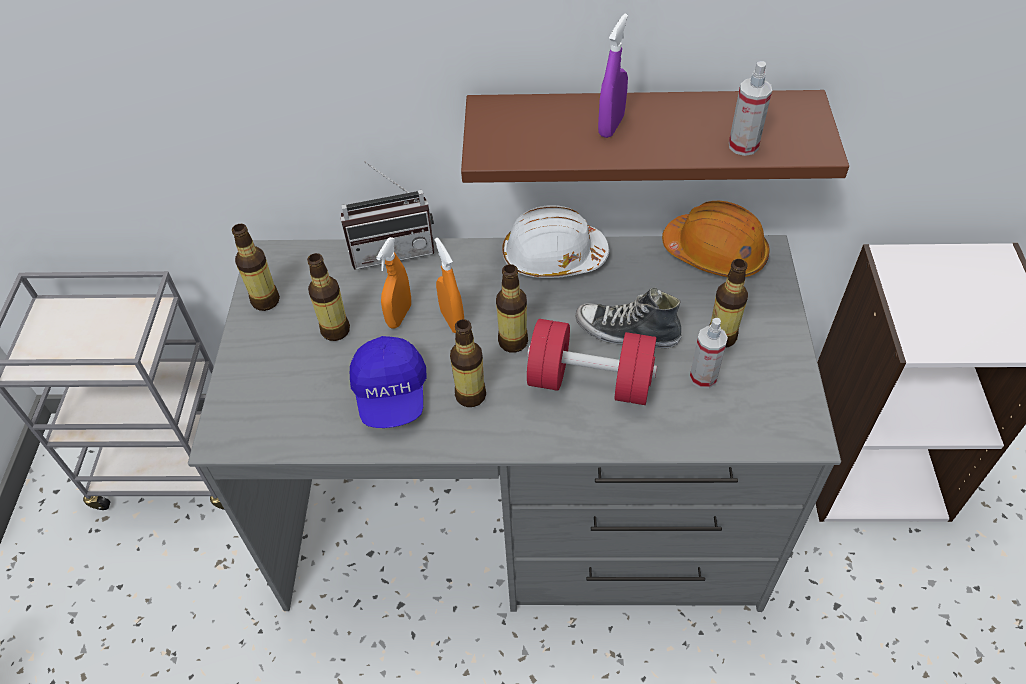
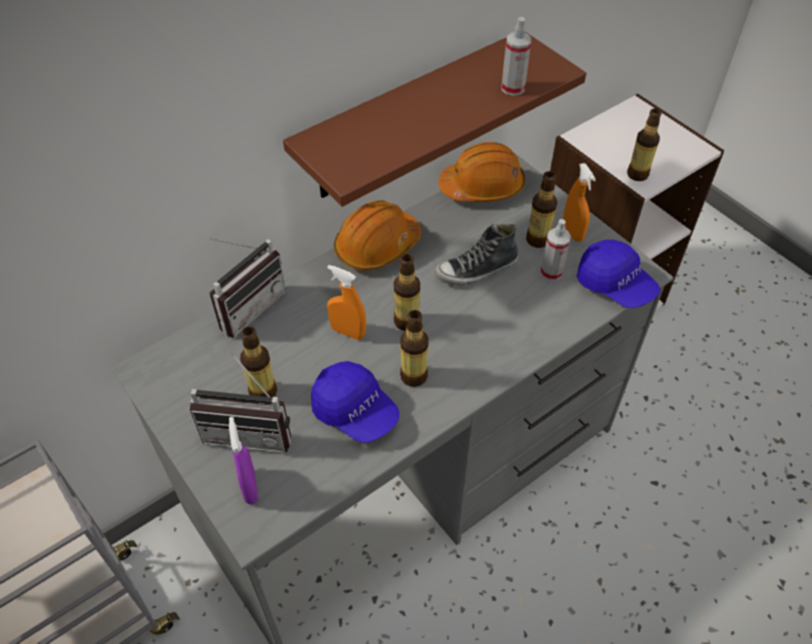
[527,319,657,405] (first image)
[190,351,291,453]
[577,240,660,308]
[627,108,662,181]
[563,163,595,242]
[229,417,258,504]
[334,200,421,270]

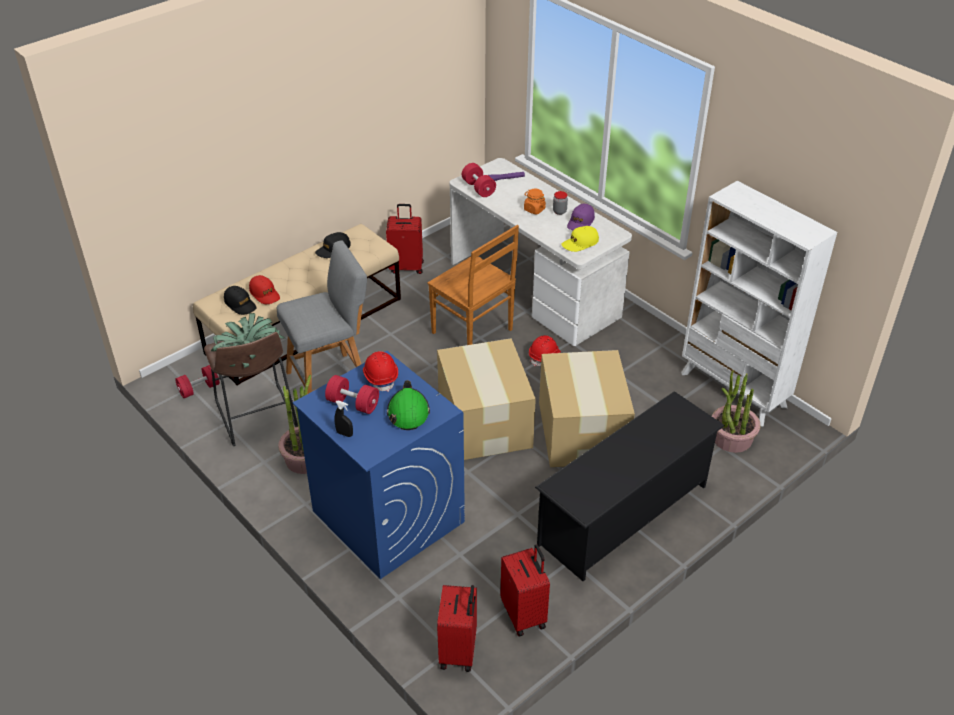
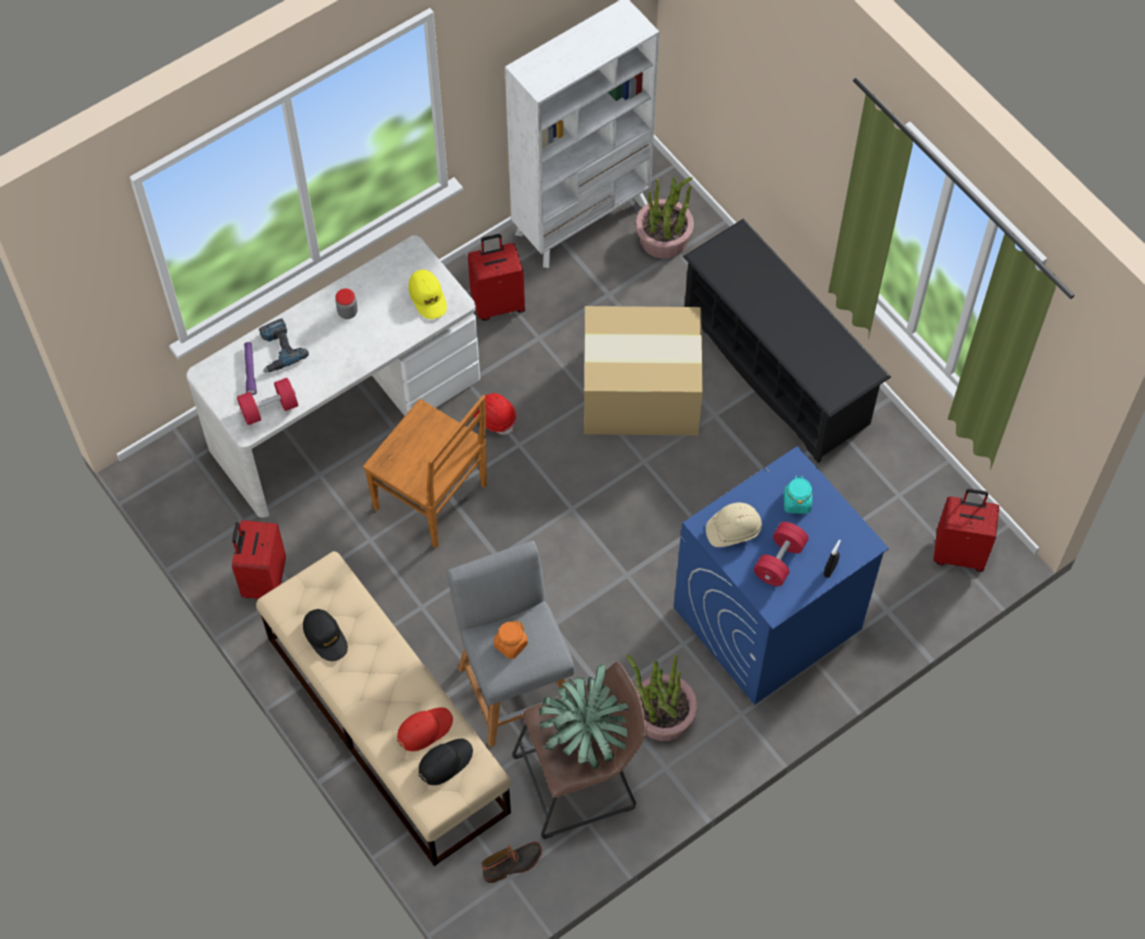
[437,338,536,460] (first image)
[567,204,595,230] (first image)
[259,318,309,373]
[468,234,525,321]
[494,620,528,659]
[481,842,542,883]
[784,476,812,513]
[706,502,762,547]
[363,395,487,548]

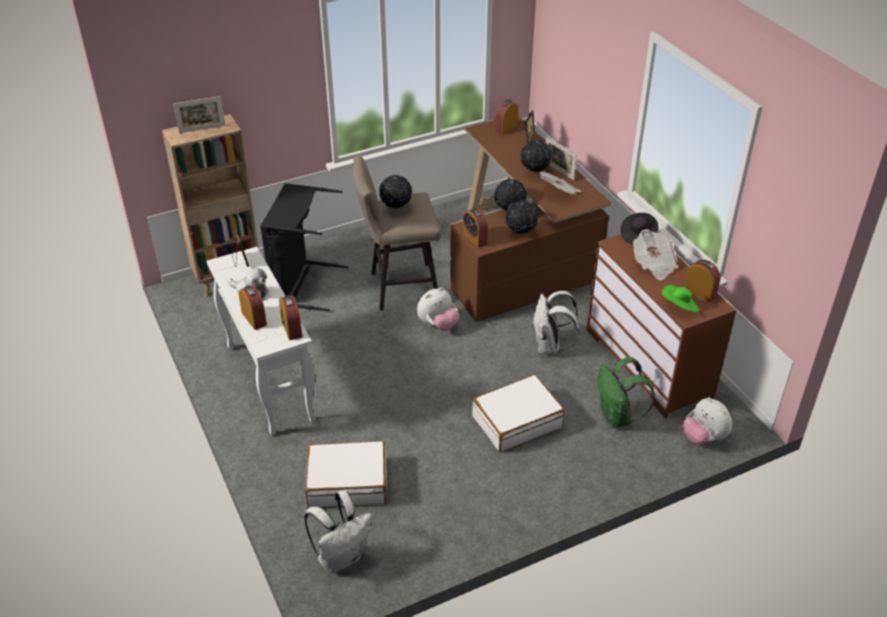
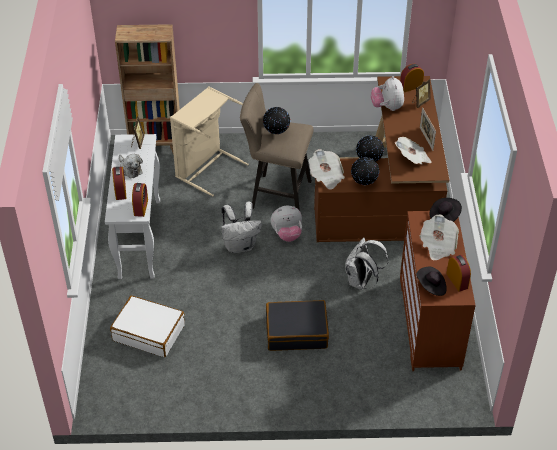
[173,96,226,133] (first image)
[520,138,552,174] (first image)
[597,357,655,428] (first image)
[221,201,262,253]
[371,76,404,111]
[309,149,345,190]
[170,86,249,197]
[266,300,329,351]
[417,267,447,296]

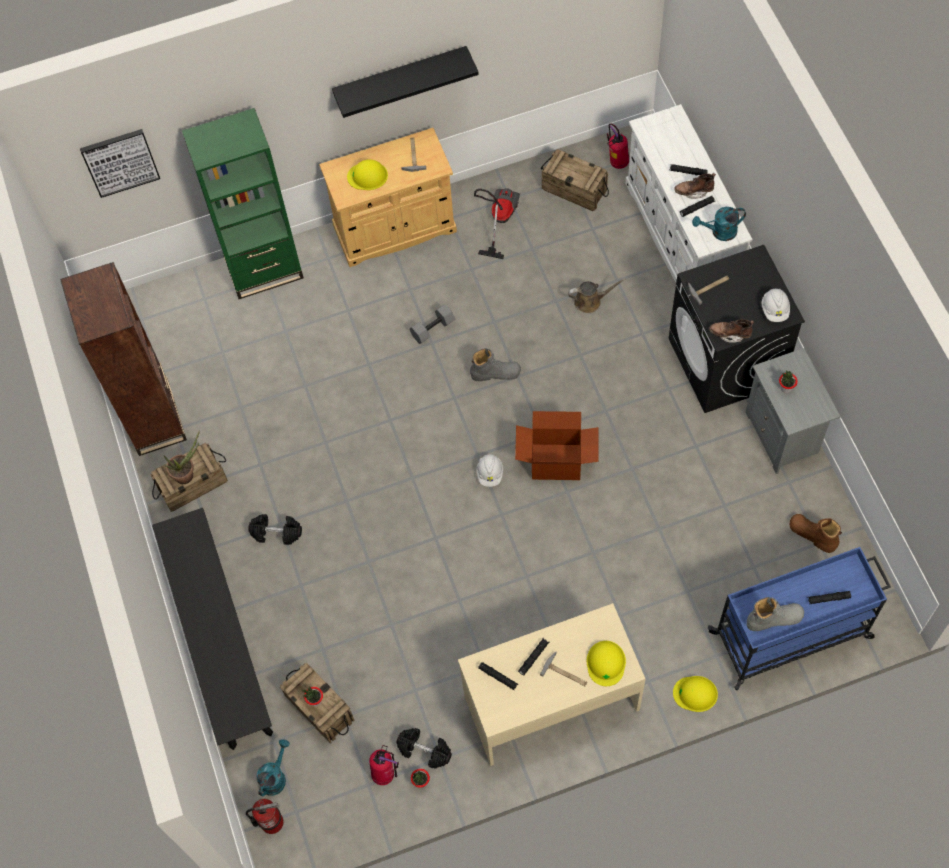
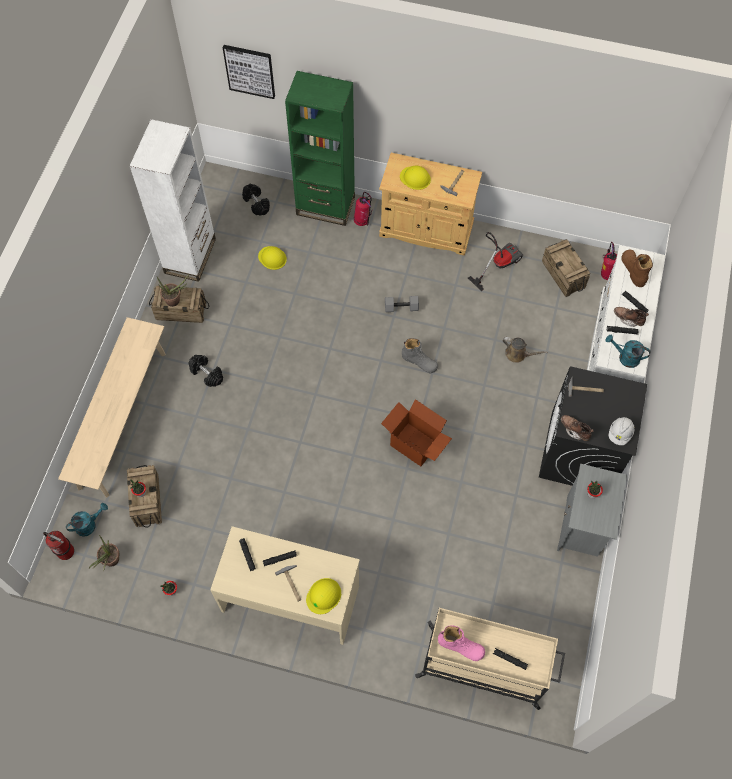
[332,46,479,118] (first image)
[477,454,503,487] (first image)
[89,535,119,572]
[354,192,372,226]
[242,184,270,216]
[258,246,287,270]
[622,249,653,287]
[130,119,216,282]
[58,317,166,498]
[415,608,565,710]
[438,626,485,661]

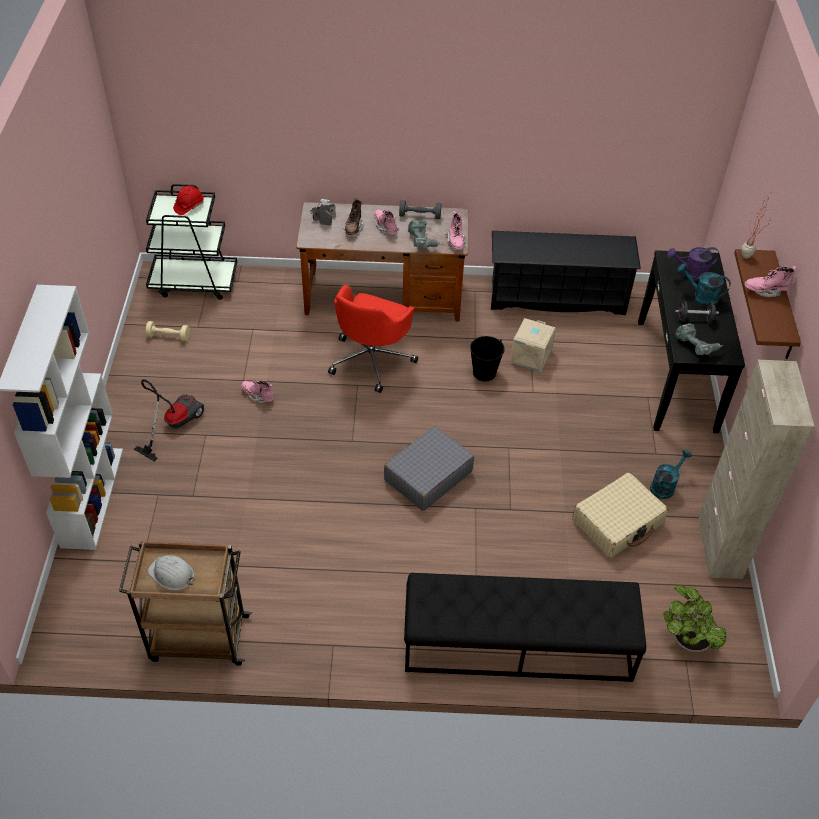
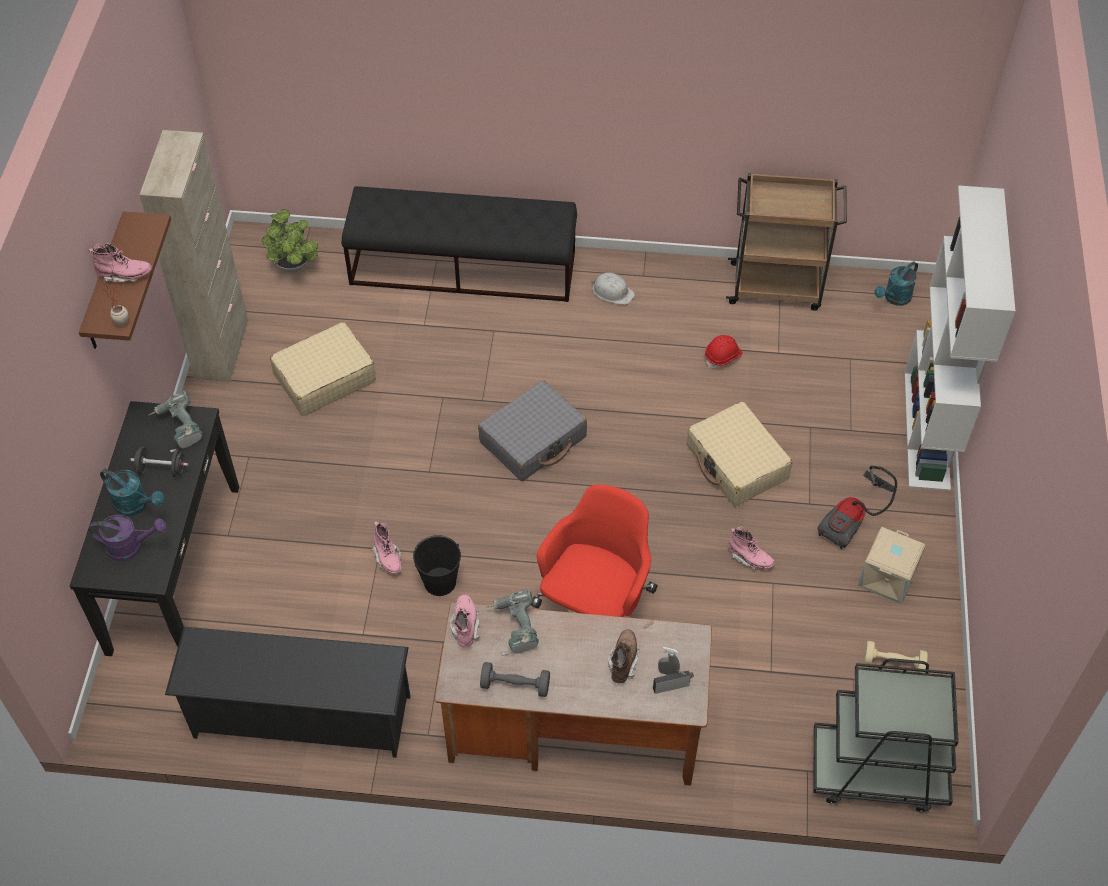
[687,401,793,506]
[591,273,635,305]
[705,335,742,369]
[371,521,402,574]
[858,527,926,604]
[874,262,918,306]

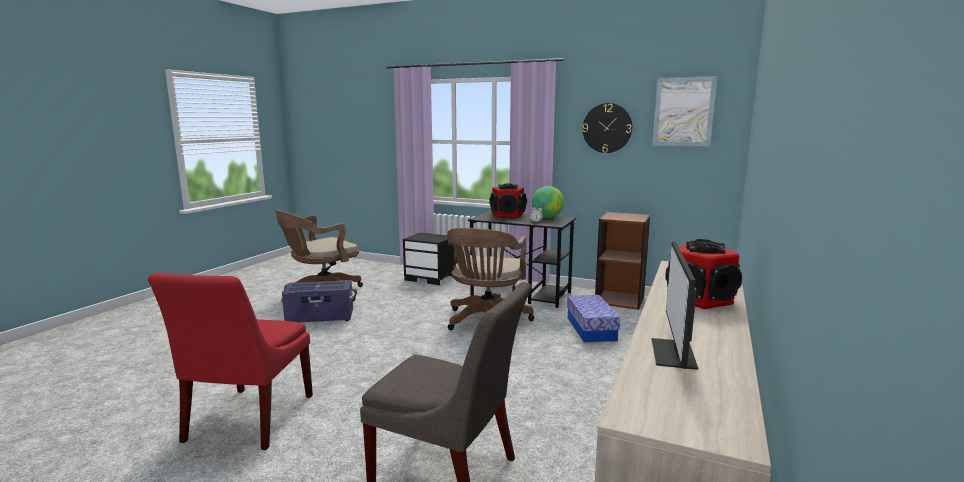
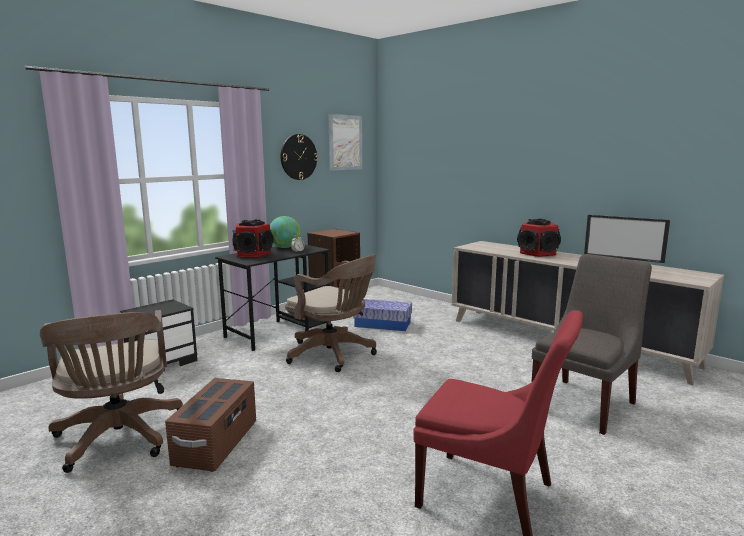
[165,378,256,472]

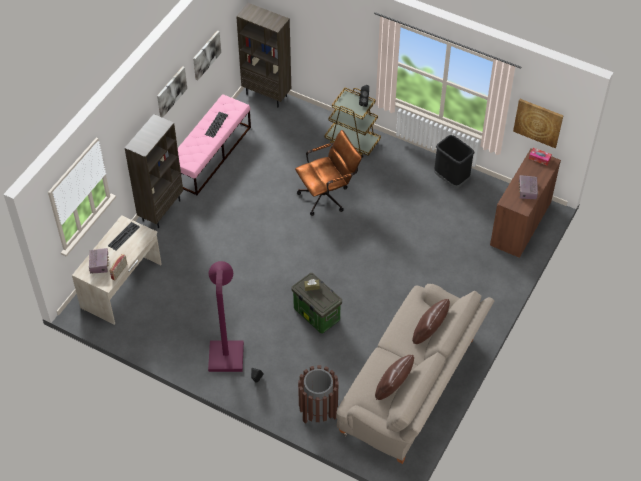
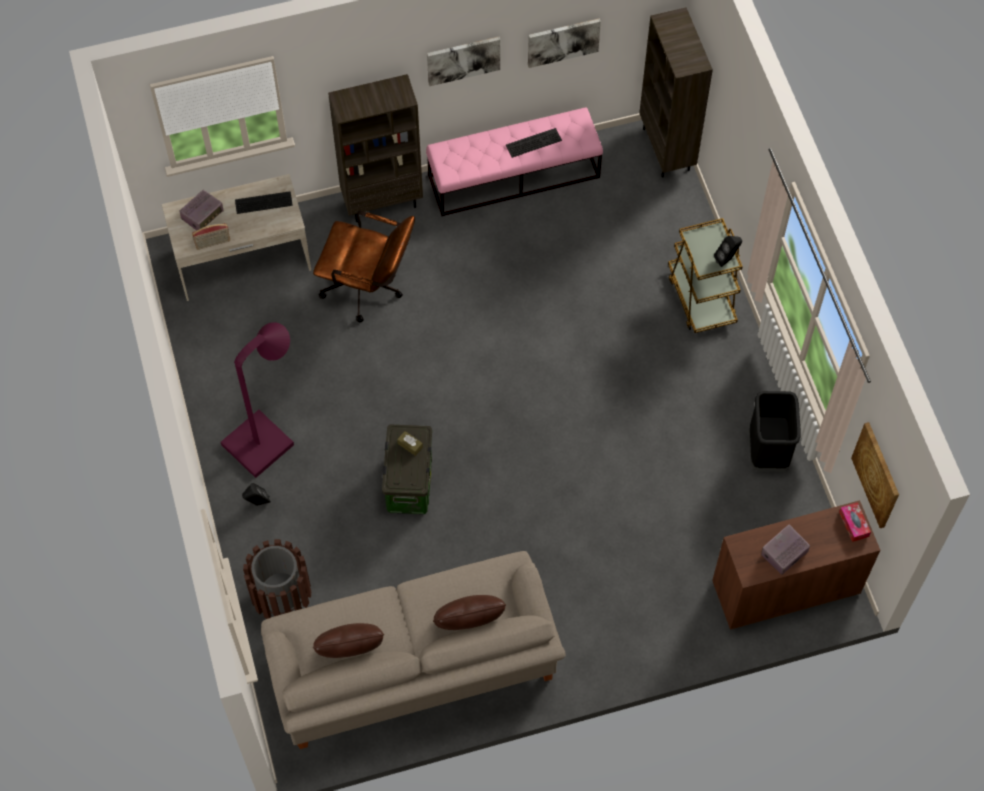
[313,211,415,322]

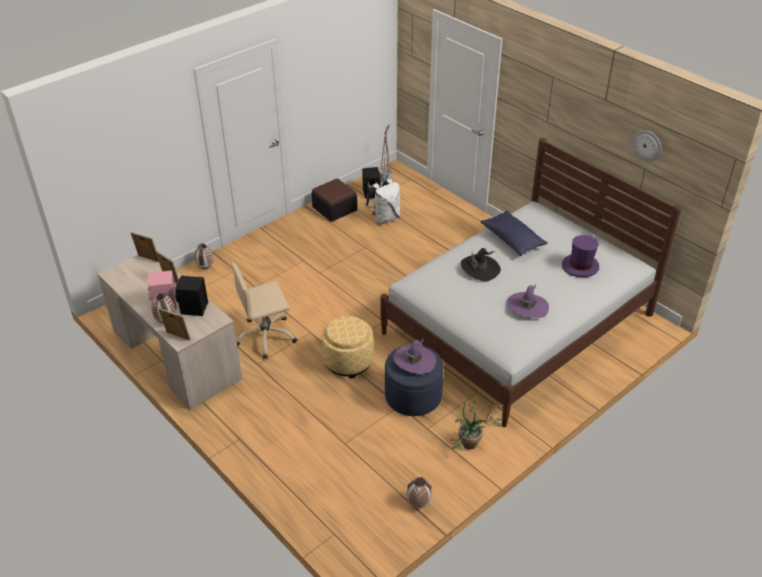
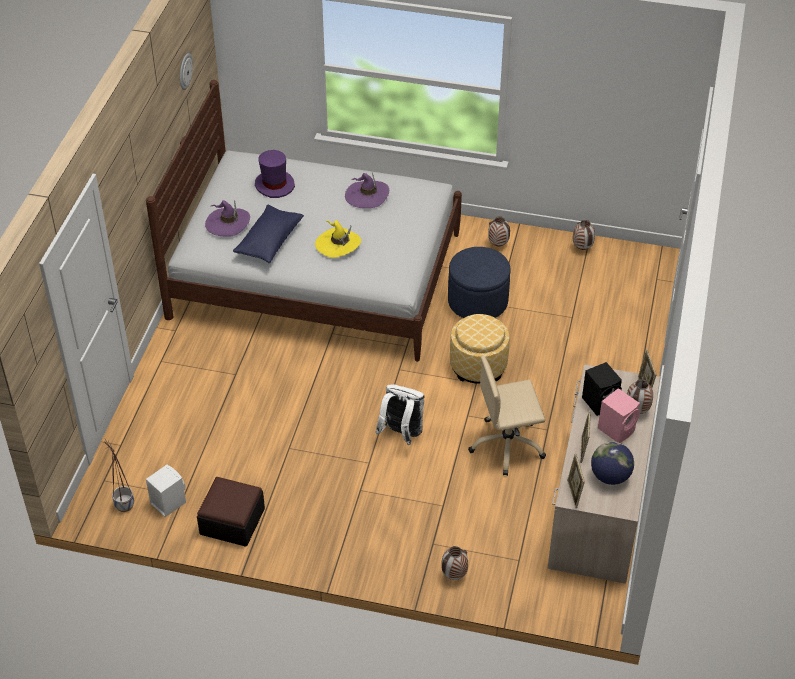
[591,442,634,485]
[375,385,425,445]
[205,200,250,237]
[488,216,510,246]
[146,465,186,517]
[315,220,361,258]
[468,356,546,476]

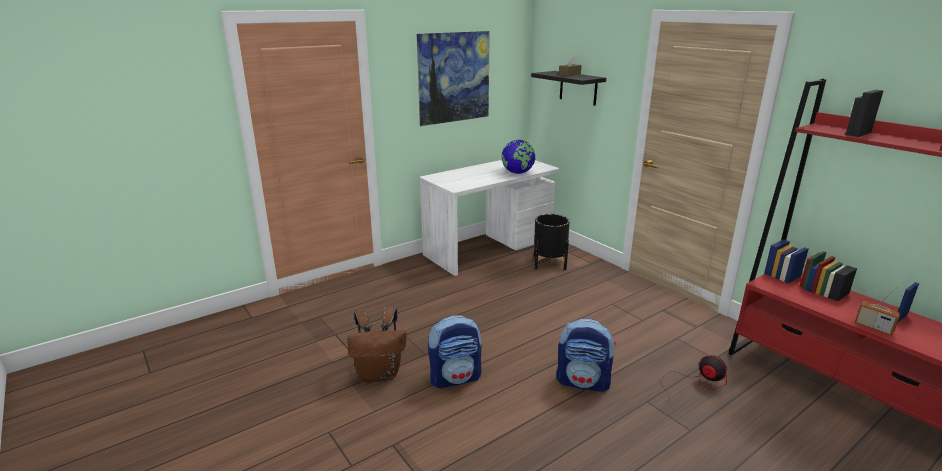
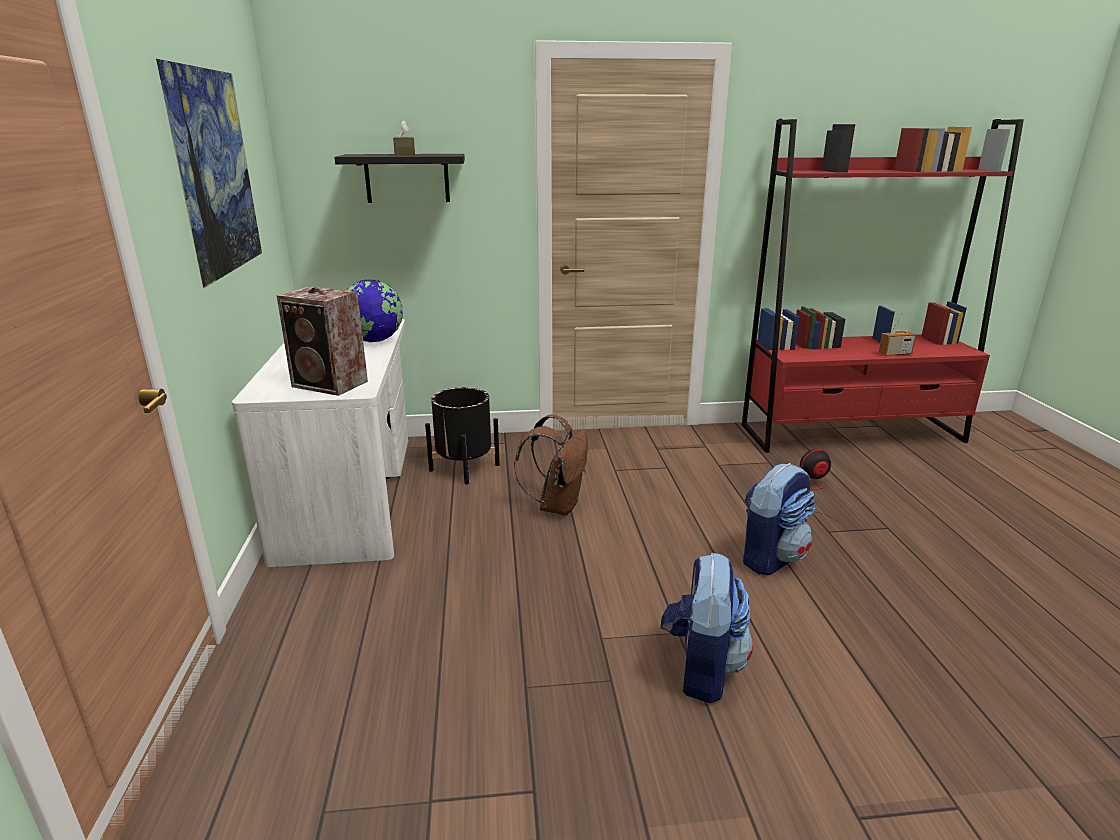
[277,286,368,396]
[514,414,588,516]

